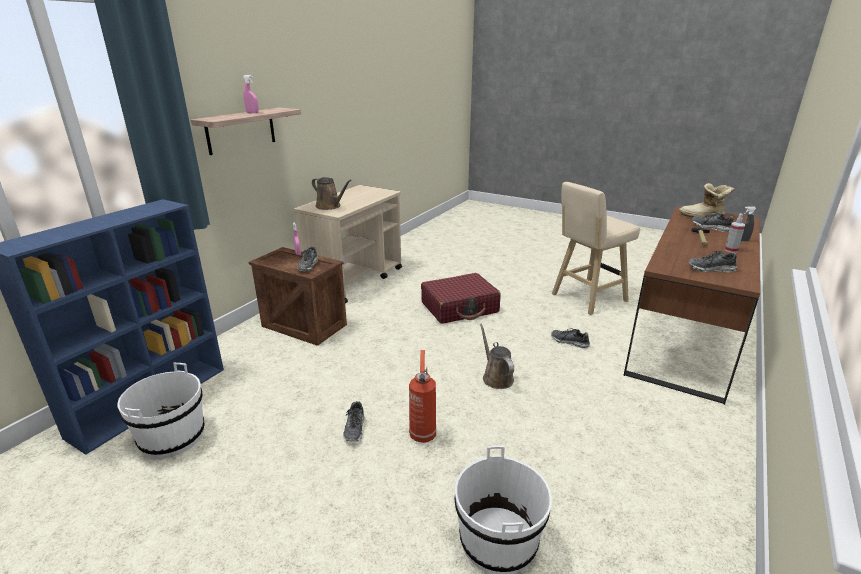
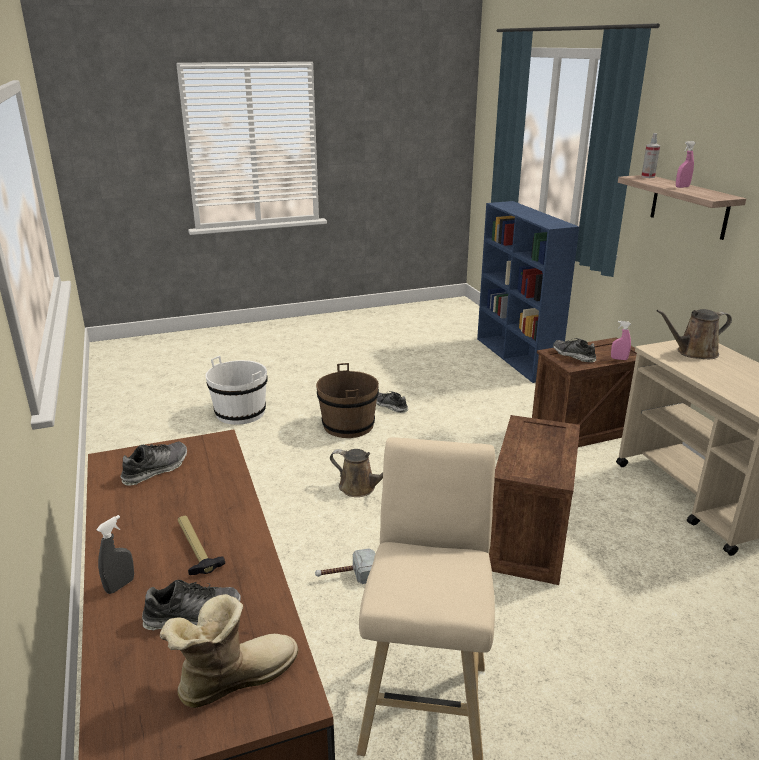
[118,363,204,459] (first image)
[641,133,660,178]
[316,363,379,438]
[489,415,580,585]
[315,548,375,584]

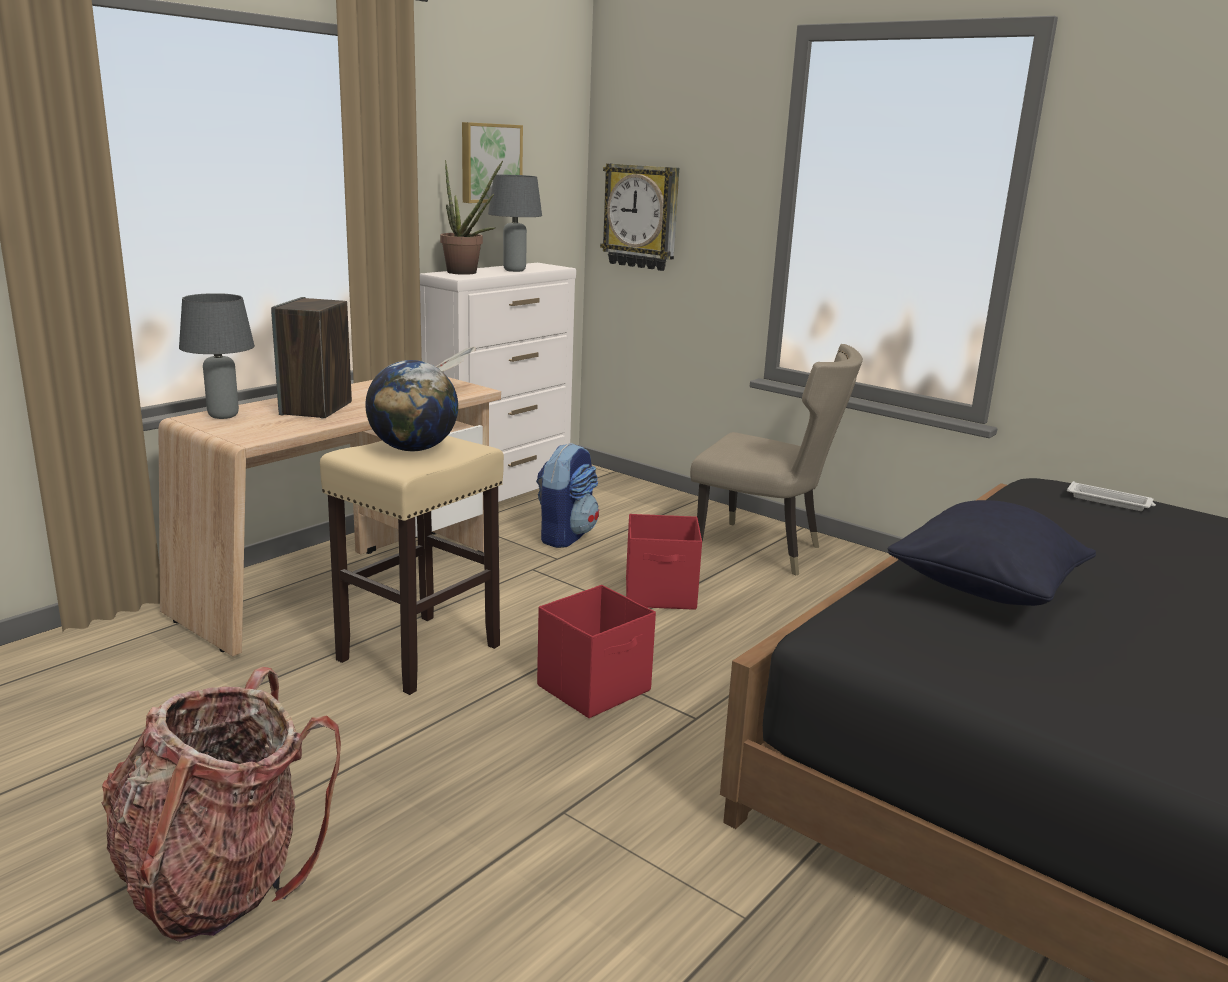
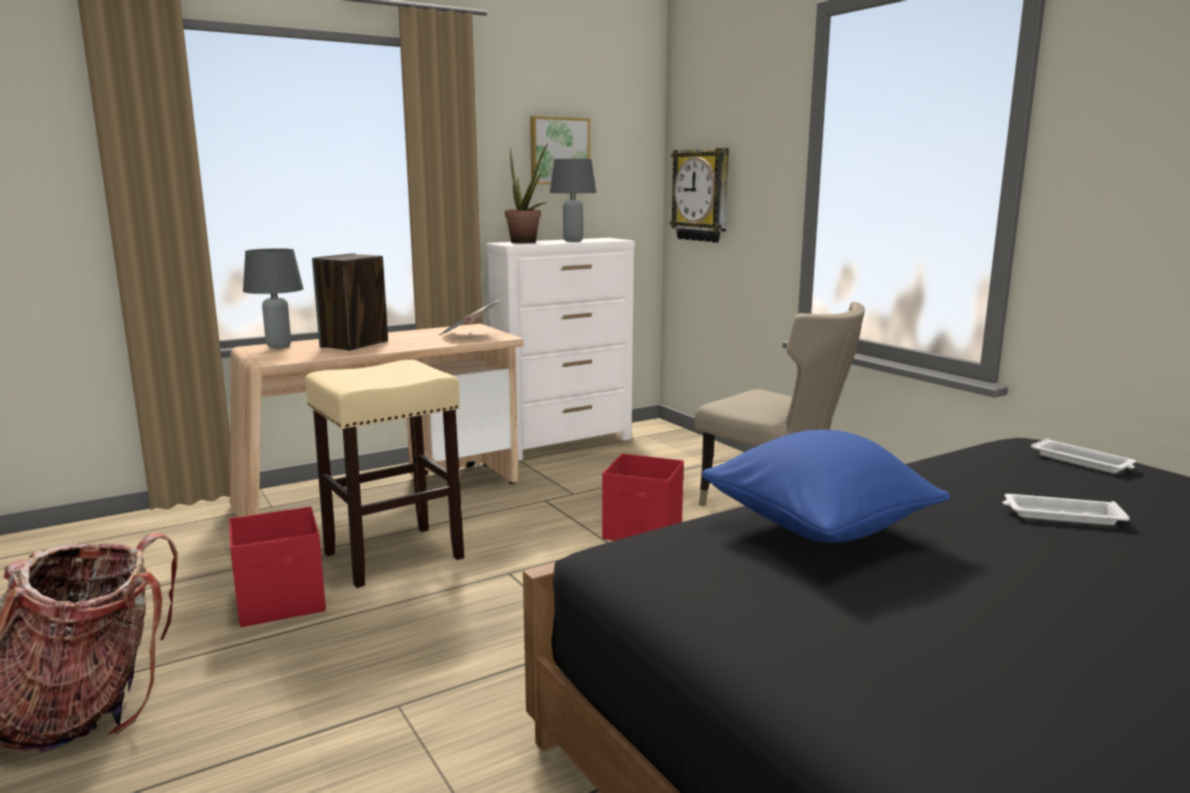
[365,360,458,451] (first image)
[536,443,599,548] (first image)
[1002,494,1130,525]
[229,506,326,627]
[702,429,950,543]

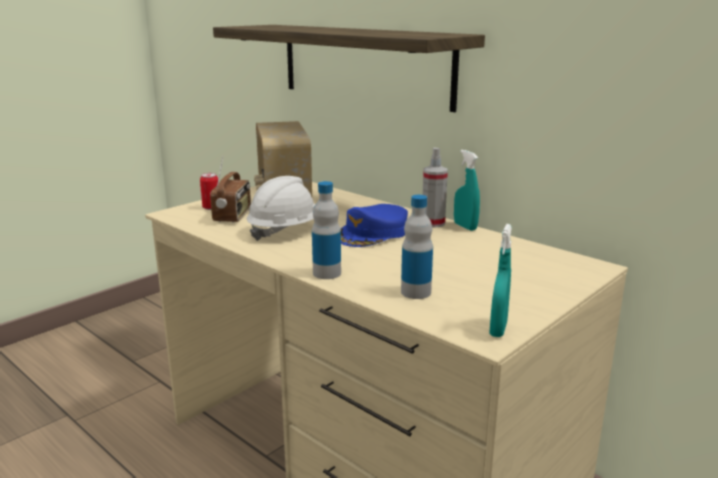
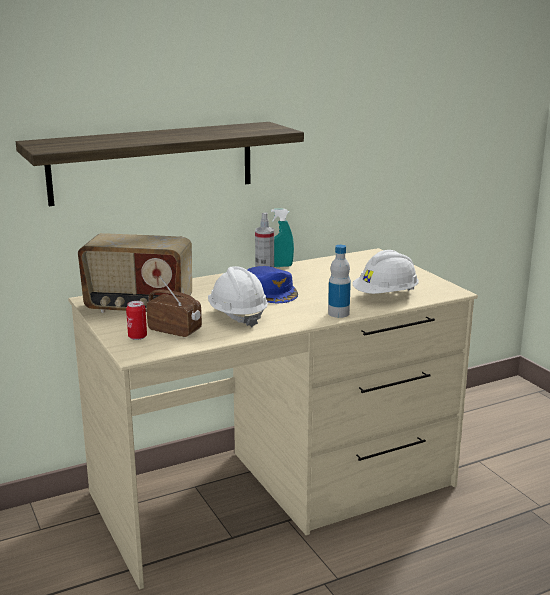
[489,224,512,337] (first image)
[352,250,419,294]

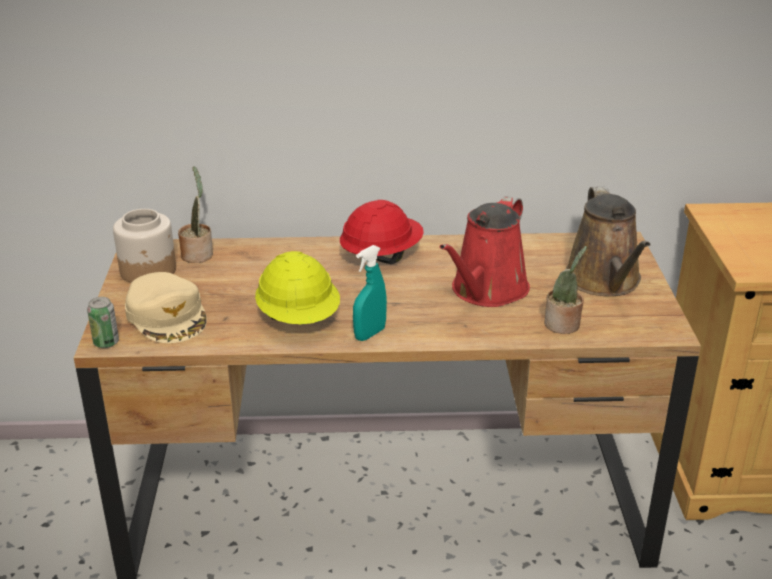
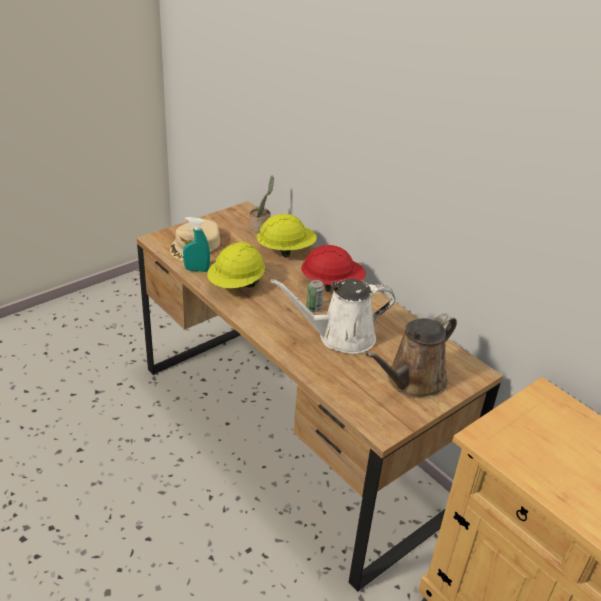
[113,209,176,283] (first image)
[544,246,587,334] (first image)
[257,214,317,257]
[306,280,324,312]
[183,217,210,272]
[271,279,395,354]

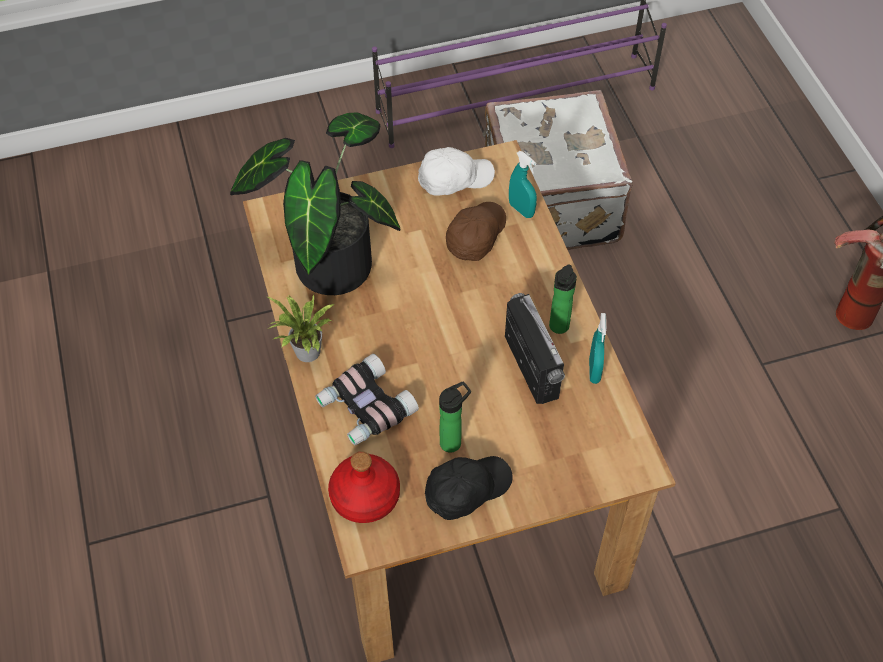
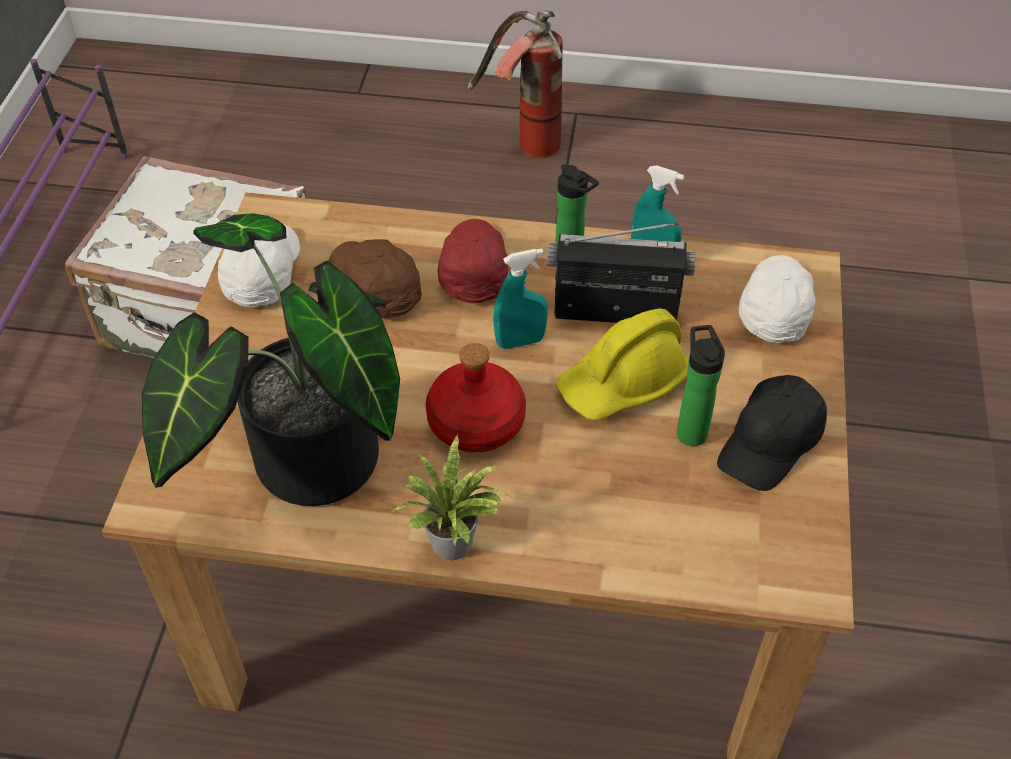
[315,353,419,446] (first image)
[438,219,509,303]
[556,308,689,421]
[739,255,815,343]
[425,343,526,453]
[493,249,548,349]
[717,375,827,491]

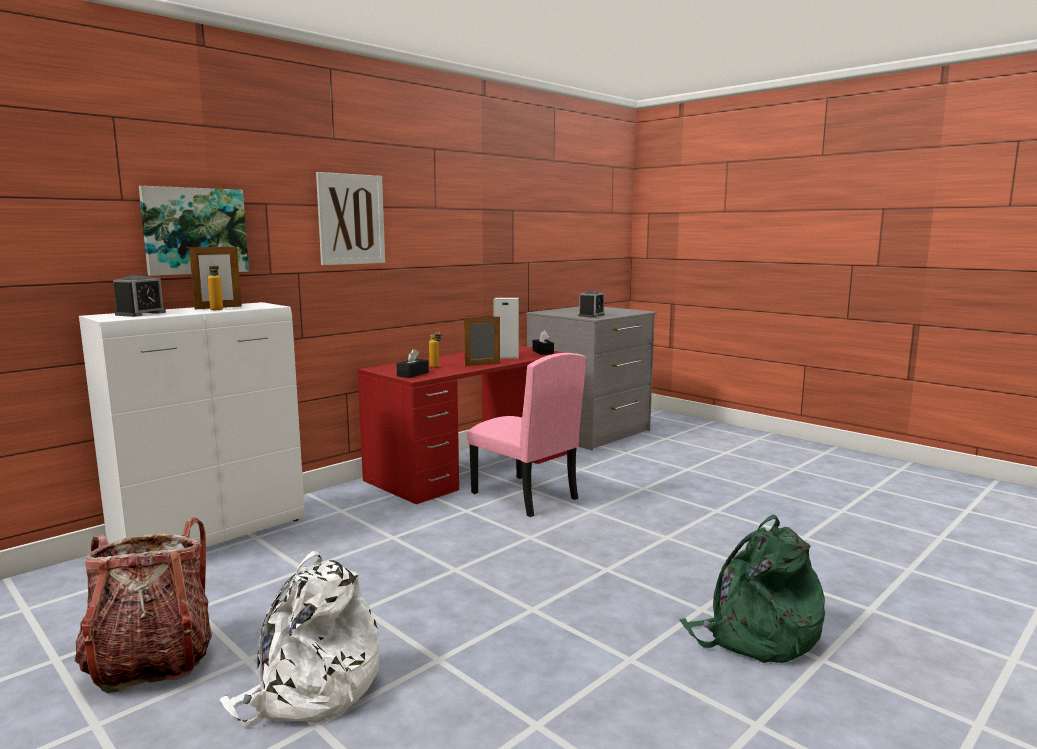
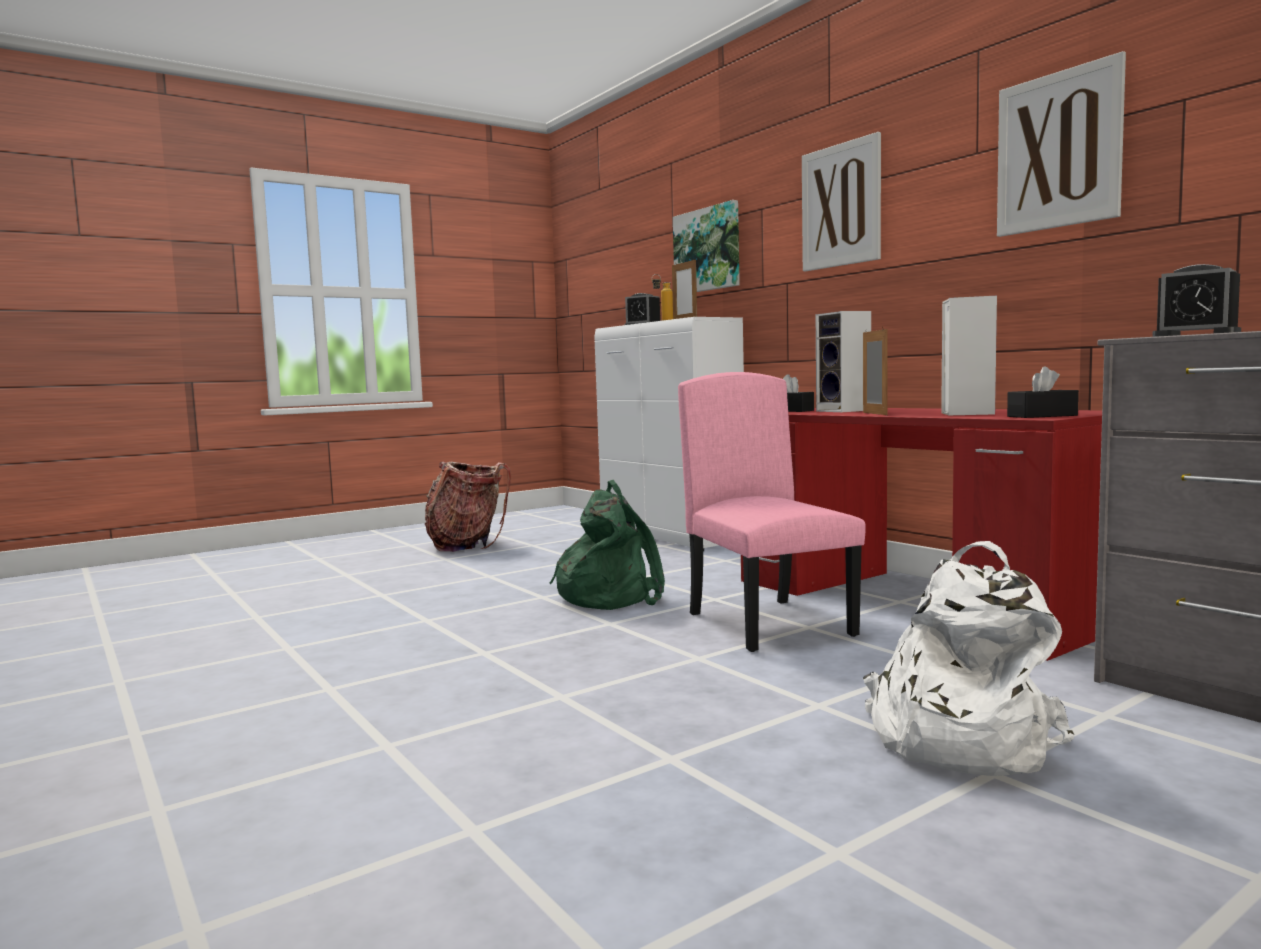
[997,51,1126,237]
[863,541,1075,776]
[549,480,665,610]
[816,311,871,412]
[678,372,866,652]

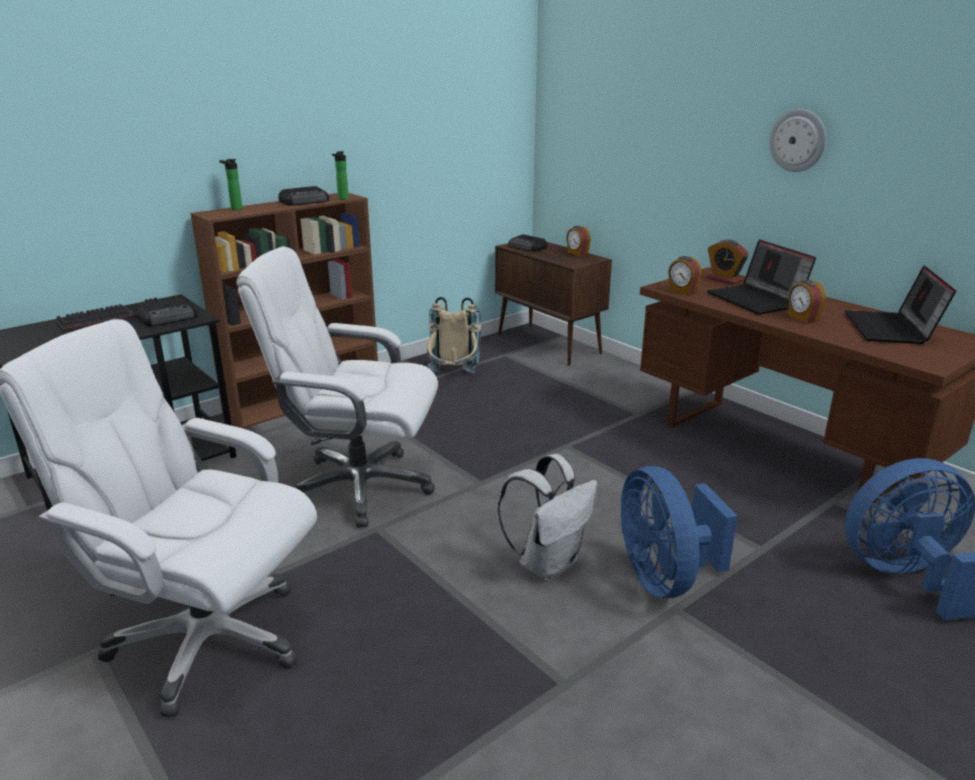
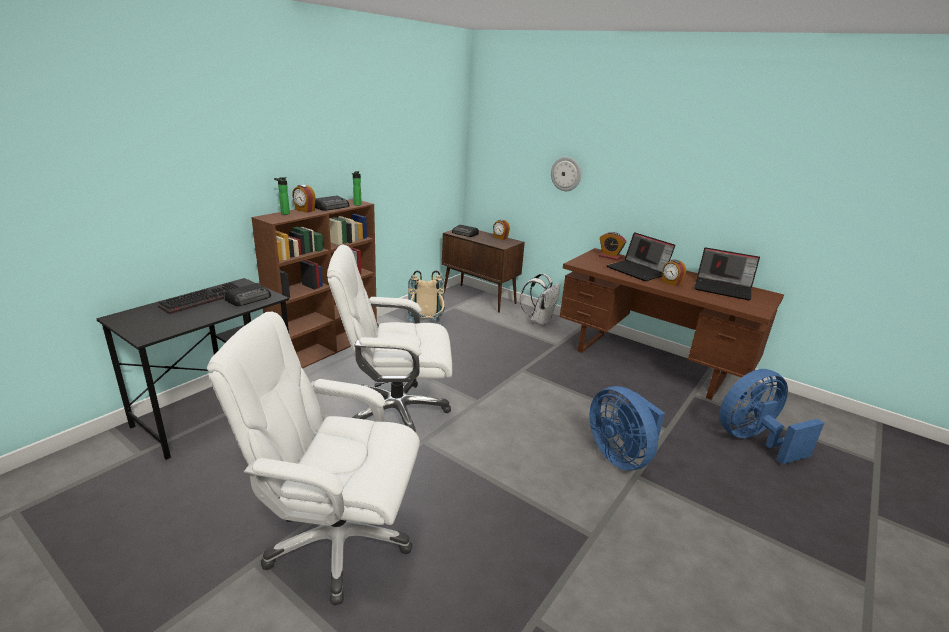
[520,273,560,326]
[292,185,316,213]
[551,157,581,191]
[694,247,760,300]

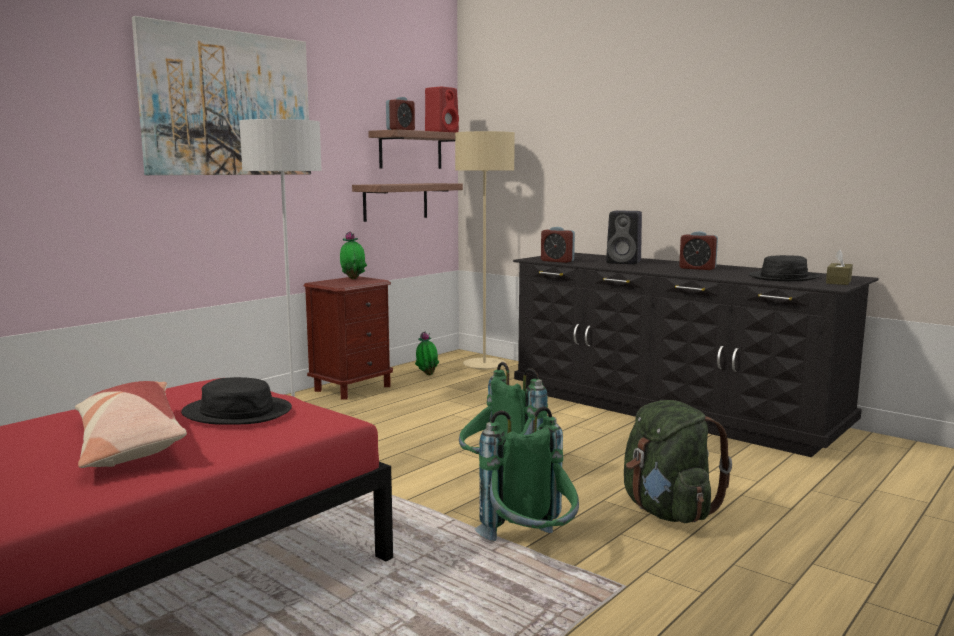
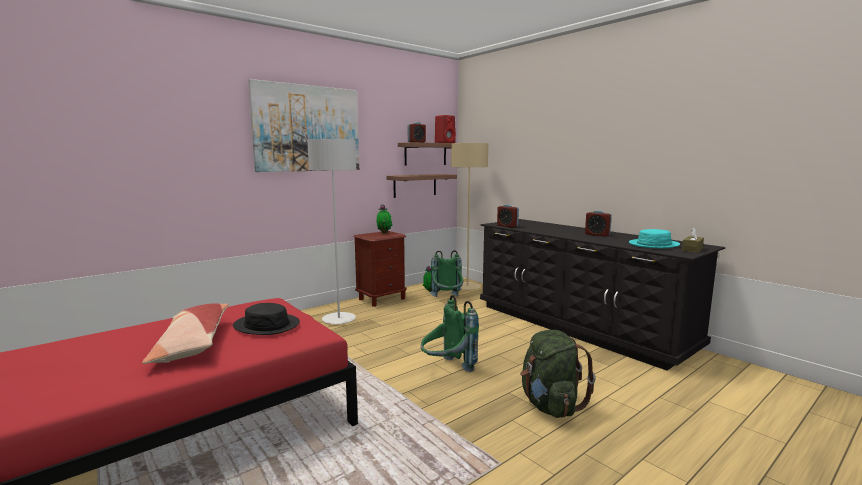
[606,210,642,264] (first image)
[430,250,464,297]
[629,229,680,248]

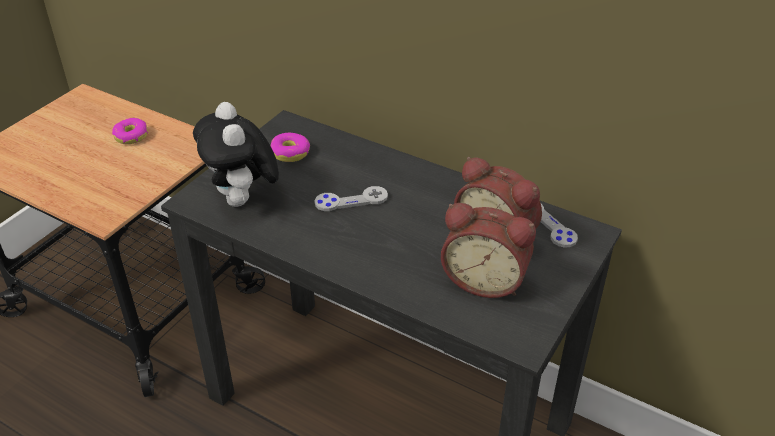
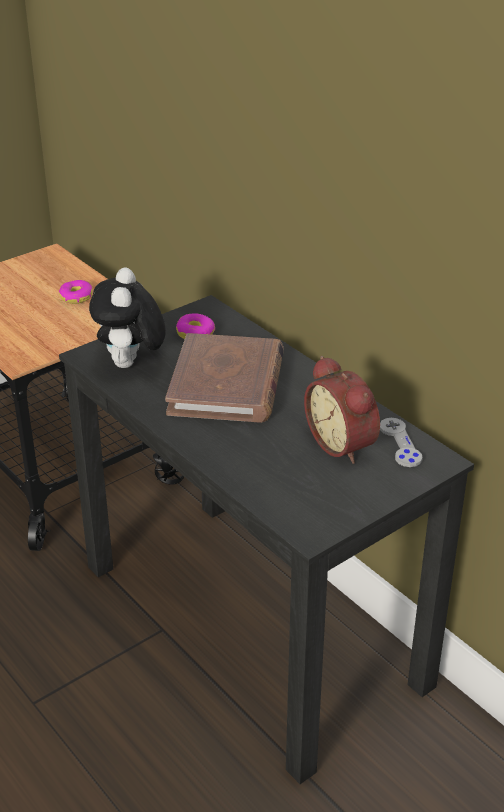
[441,203,536,298] (first image)
[165,333,284,423]

